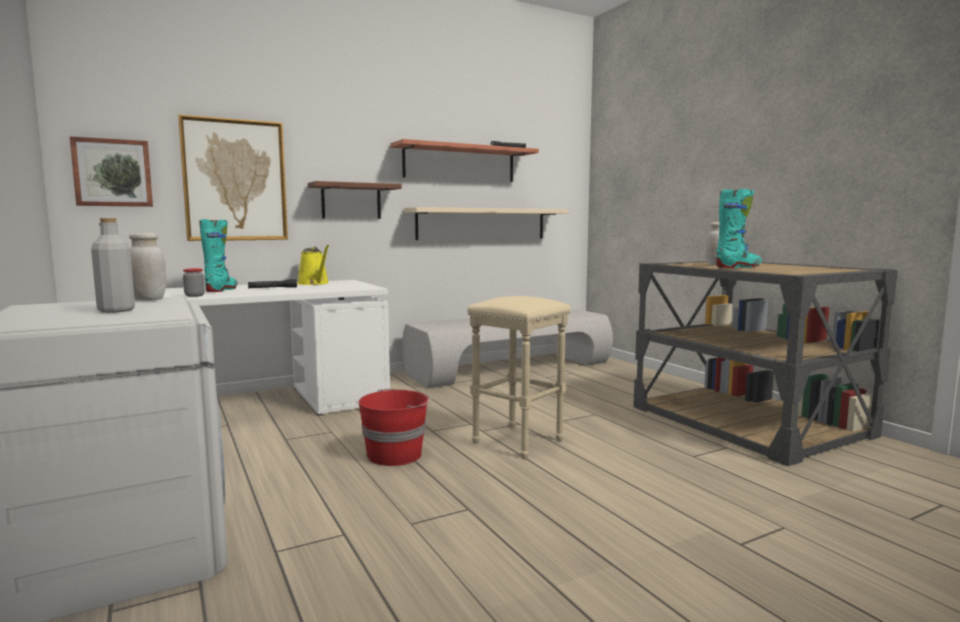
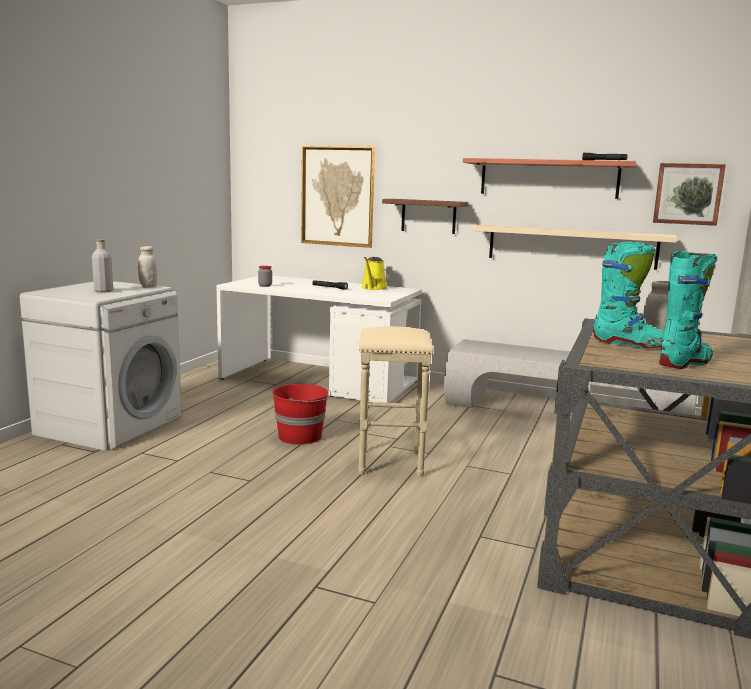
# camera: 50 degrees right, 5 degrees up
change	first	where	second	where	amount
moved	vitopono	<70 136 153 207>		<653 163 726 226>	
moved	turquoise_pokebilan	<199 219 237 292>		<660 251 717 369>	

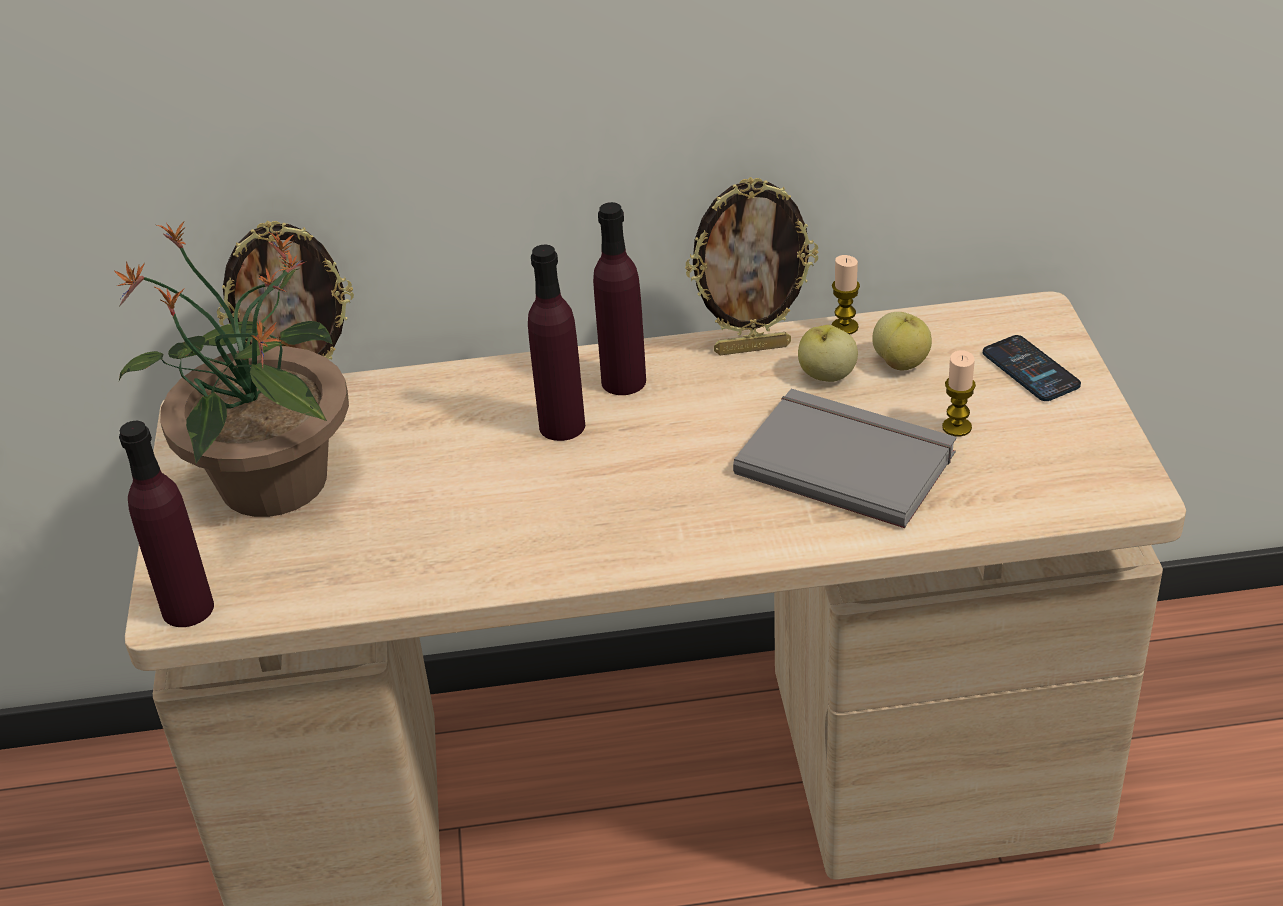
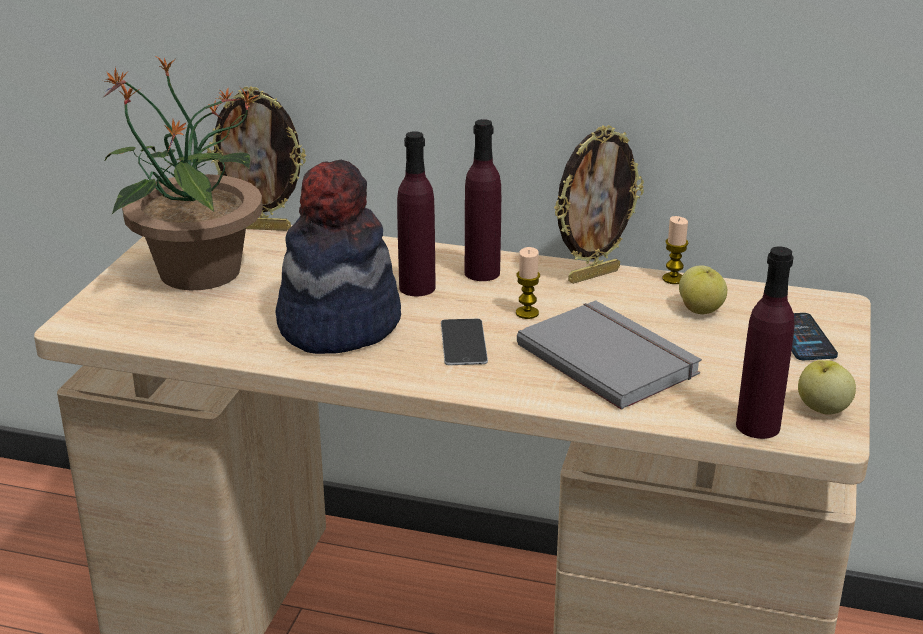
# camera: 20 degrees right, 10 degrees down
change	first	where	second	where	amount
added			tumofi	<275 160 401 354>	
added			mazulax	<441 319 488 365>	
moved	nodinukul	<942 350 976 437>		<516 247 540 319>	
turned	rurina	<685 177 819 355>		<554 125 644 284>	45 degrees counterclockwise
moved	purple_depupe	<119 421 214 627>		<736 246 794 439>	
moved	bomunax	<798 325 858 382>		<798 360 856 415>	

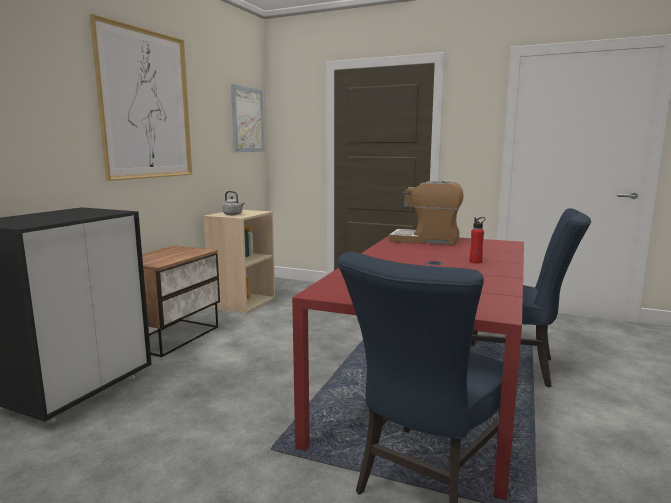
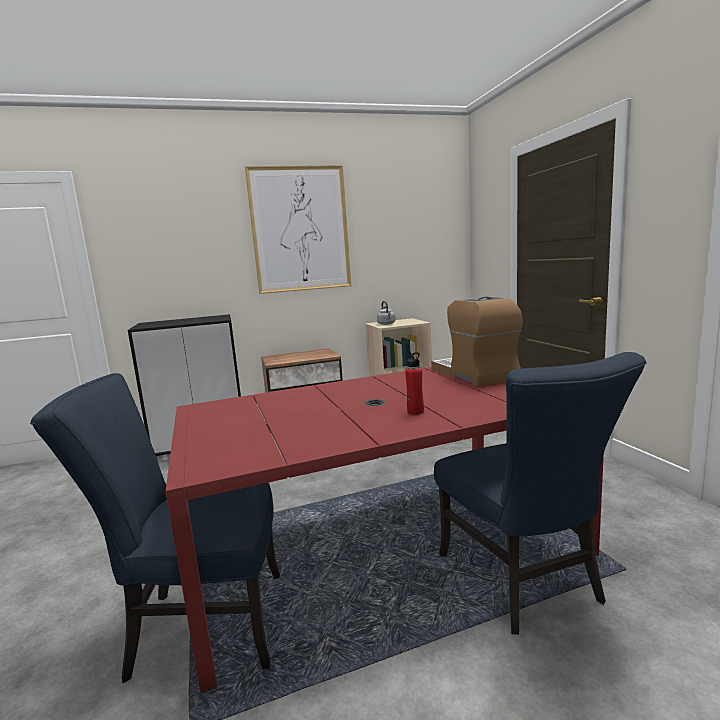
# camera: 50 degrees right, 0 degrees up
change	first	where	second	where	amount
removed	vitopono	<231 84 264 152>			

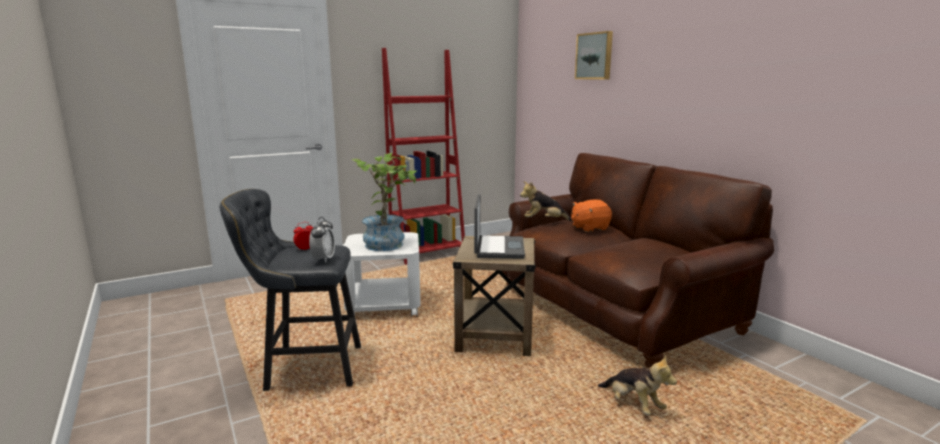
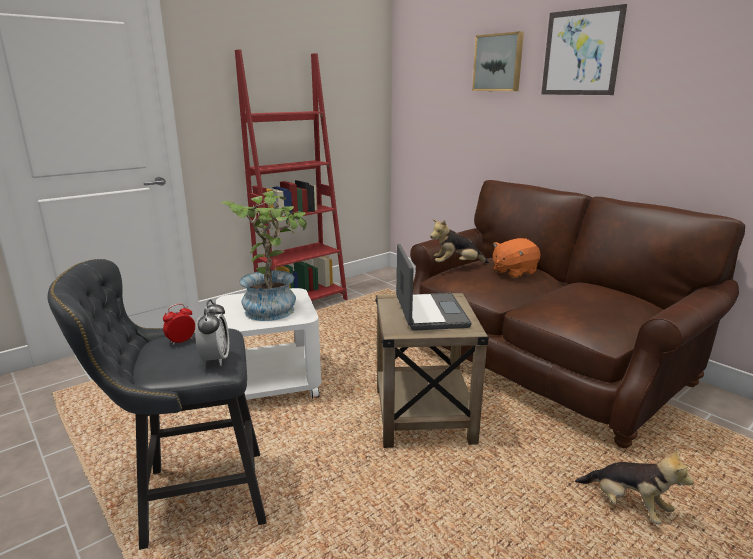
# camera: 10 degrees left, 5 degrees up
change	first	where	second	where	amount
added			vitopono	<541 4 627 95>	

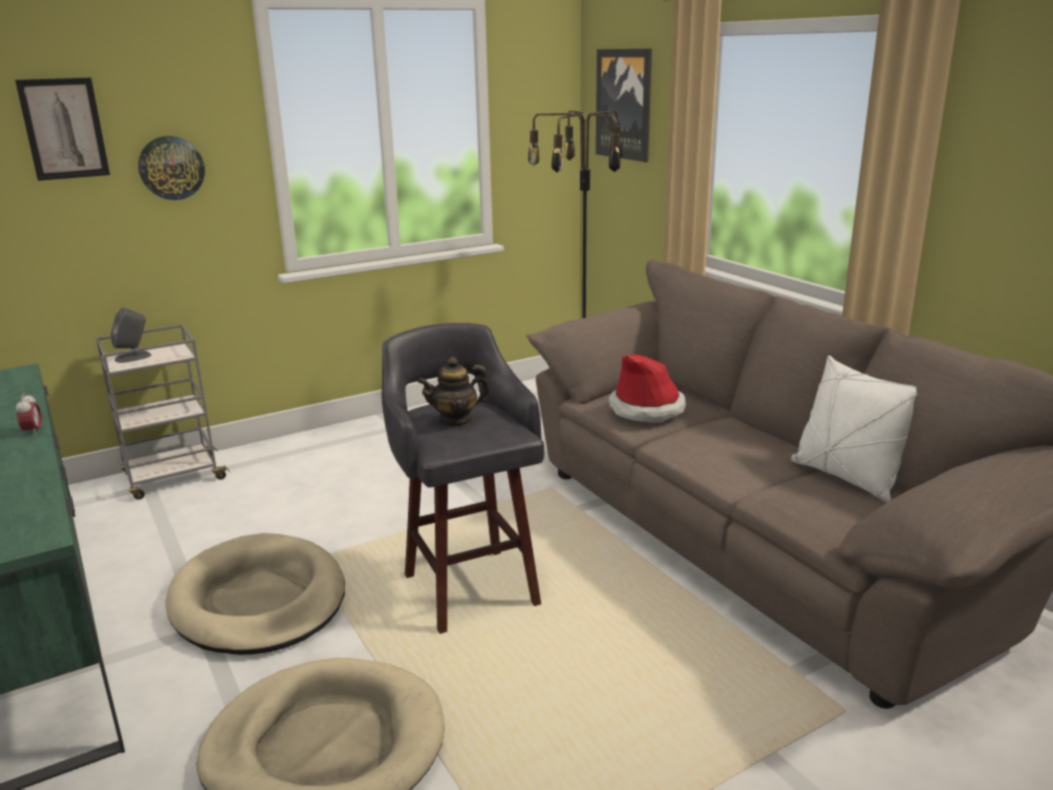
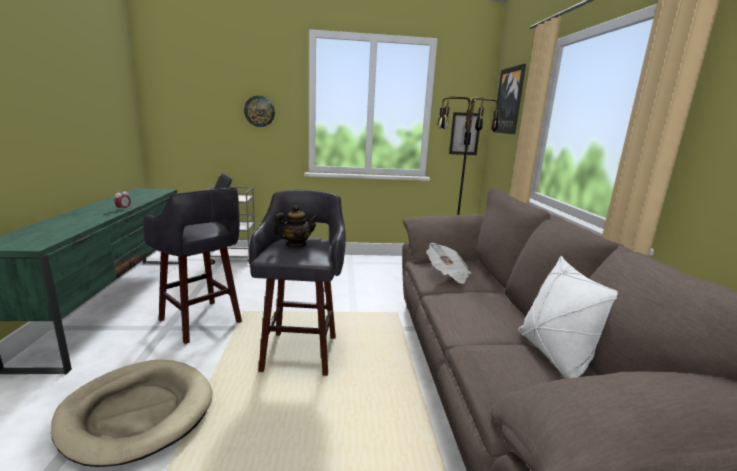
# camera: 25 degrees right, 5 degrees down
change	first	where	second	where	amount
replaced	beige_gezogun	<165 533 345 655>	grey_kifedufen	<143 188 242 344>	
turned	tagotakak	<417 357 491 427>		<273 205 318 247>	150 degrees clockwise
replaced	tumofi	<608 354 686 423>	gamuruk	<426 243 471 284>	
moved	vitopono	<15 78 110 181>		<449 112 480 155>	

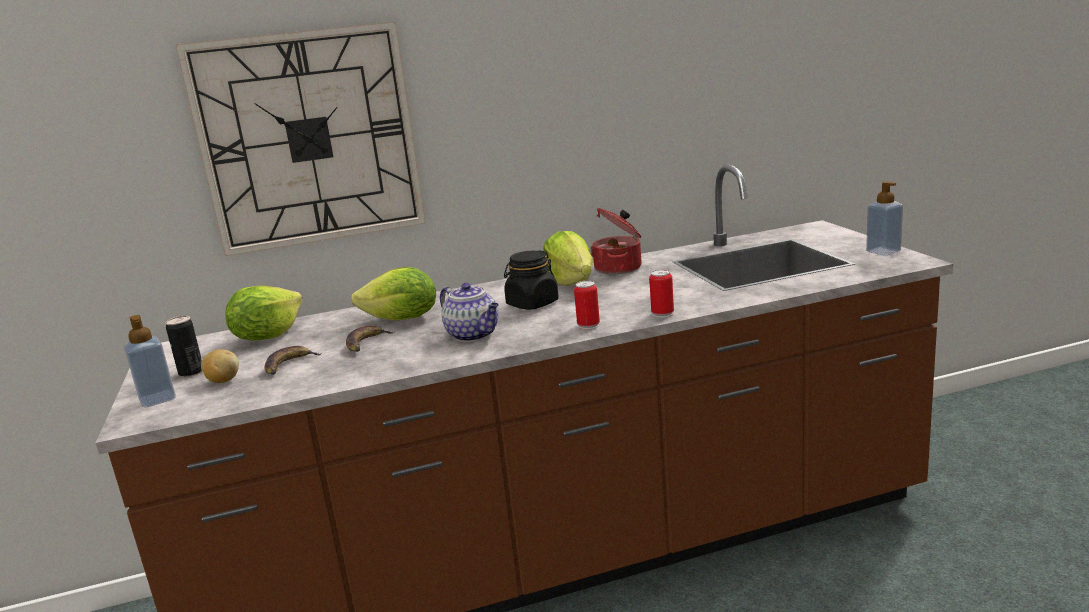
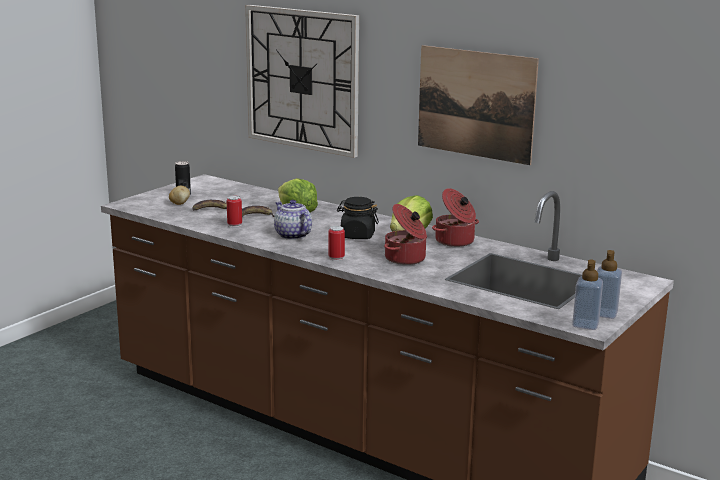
# camera: 50 degrees right, 0 degrees up
change	first	where	second	where	amount
moved	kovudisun	<649 269 674 318>		<227 196 242 227>	
turned	tagotakak	<440 283 499 342>		<274 200 312 240>	135 degrees clockwise
added			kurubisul	<384 204 427 265>	
added			vitopono	<418 45 539 165>	
moved	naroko	<124 315 176 408>		<572 260 603 330>	
removed	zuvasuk	<225 285 303 341>			

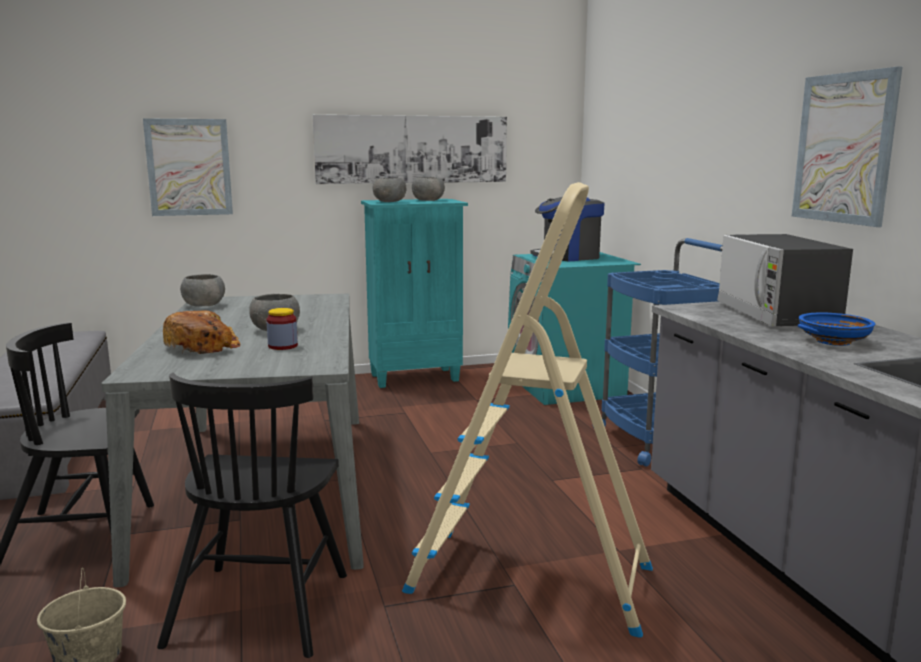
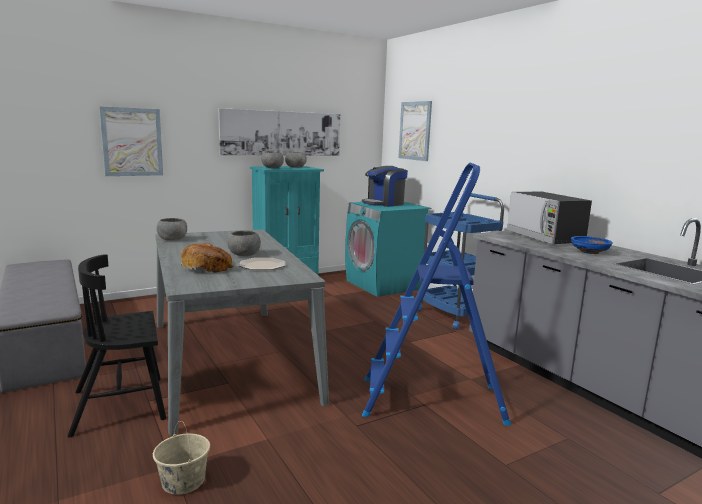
# camera: 15 degrees left, 0 degrees up
change	first	where	second	where	amount
replaced	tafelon	<266 308 298 350>	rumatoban	<239 258 285 270>	
recoloured	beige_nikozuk	<402 182 653 638>	blue_nikozuk	<362 163 511 426>	
moved	vitopono	<792 66 902 227>		<398 101 432 161>	
removed	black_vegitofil	<157 373 347 658>			

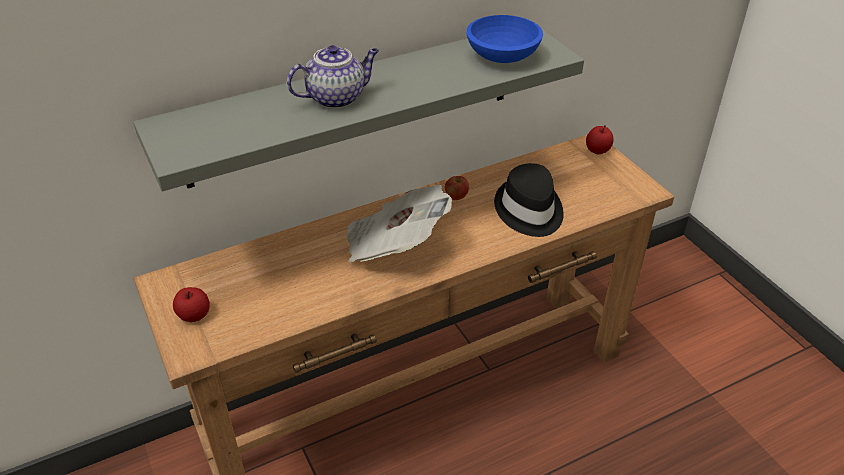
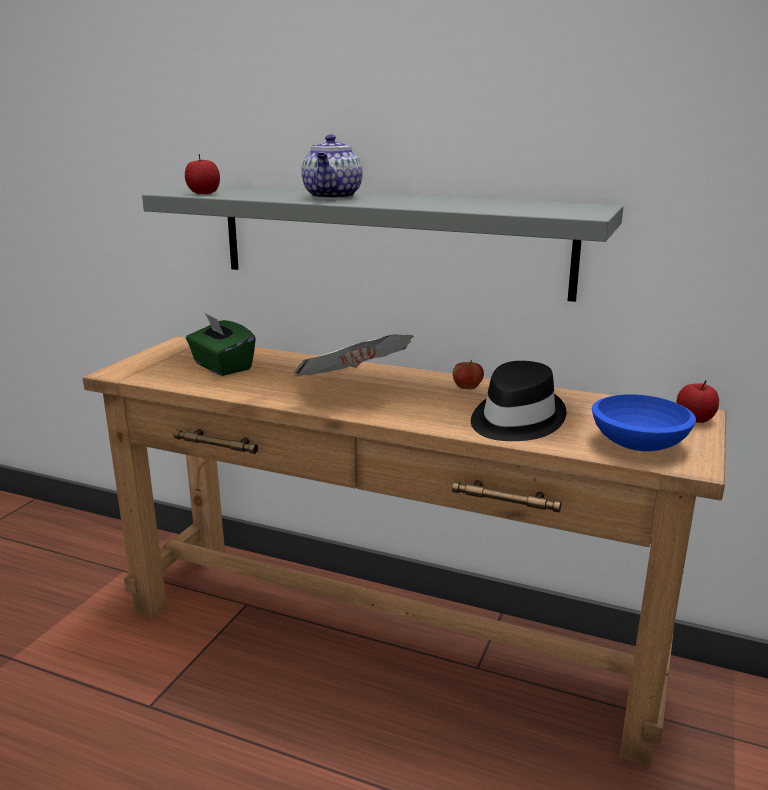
# camera: 50 degrees right, 20 degrees down
change	first	where	second	where	amount
moved	bomunax	<173 287 210 322>		<185 154 220 194>	
added			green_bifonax	<186 313 256 376>	
turned	tagotakak	<287 45 379 109>		<302 134 363 199>	75 degrees clockwise
moved	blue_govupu	<466 15 543 63>		<592 394 696 451>	

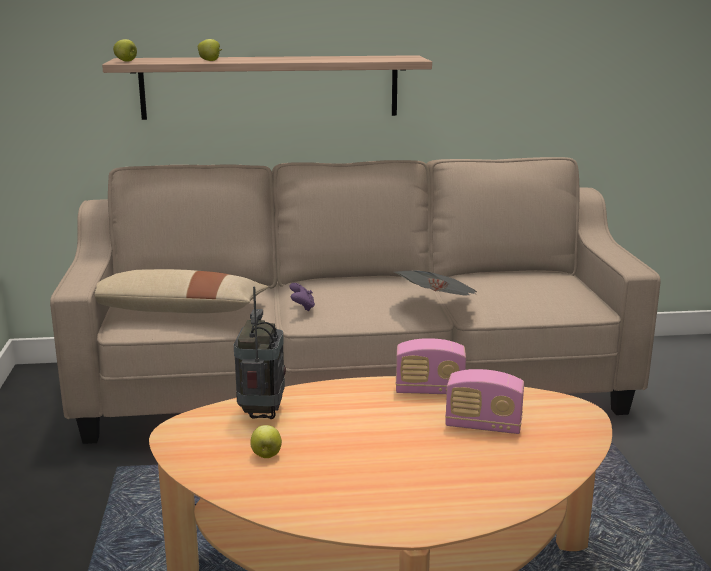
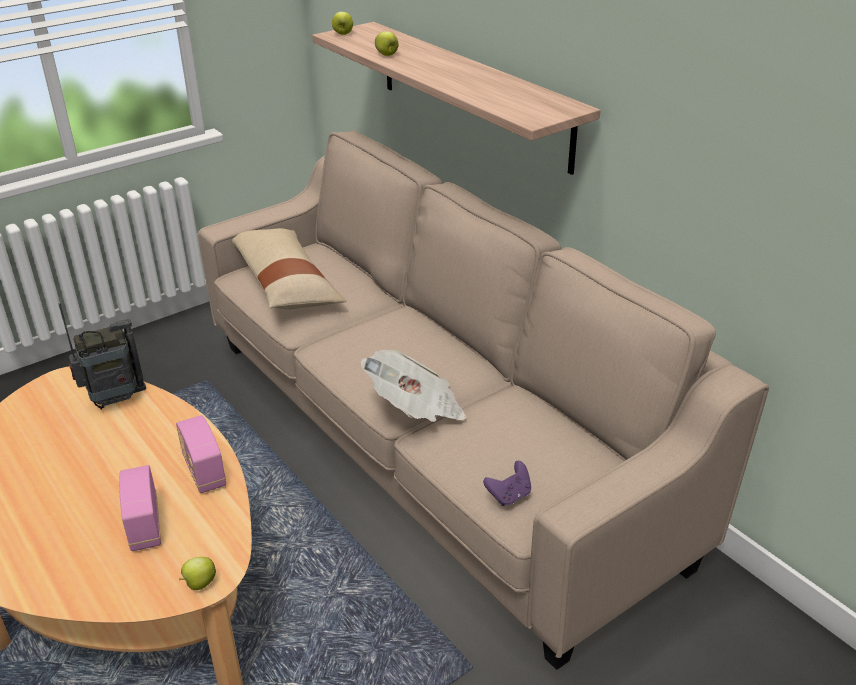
# camera: 60 degrees right, 15 degrees up
change	first	where	second	where	amount
moved	bomunax	<250 425 282 458>		<179 557 216 590>	
moved	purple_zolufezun	<289 283 315 311>		<483 461 531 506>	

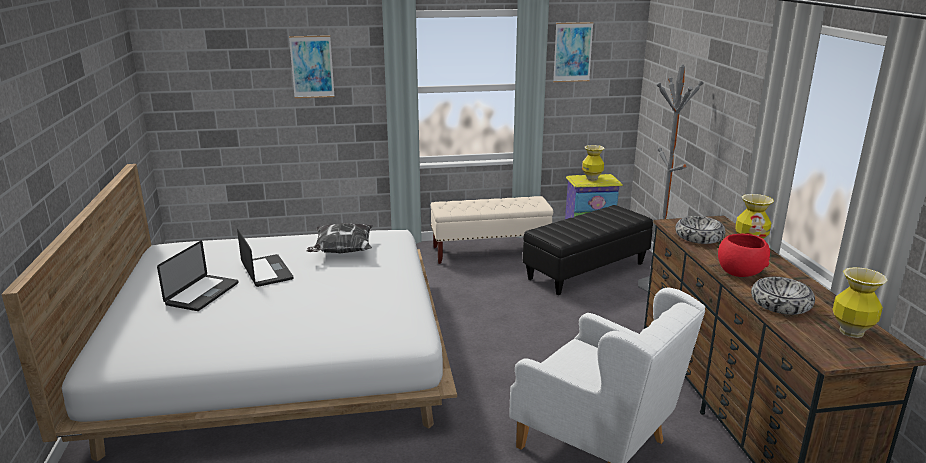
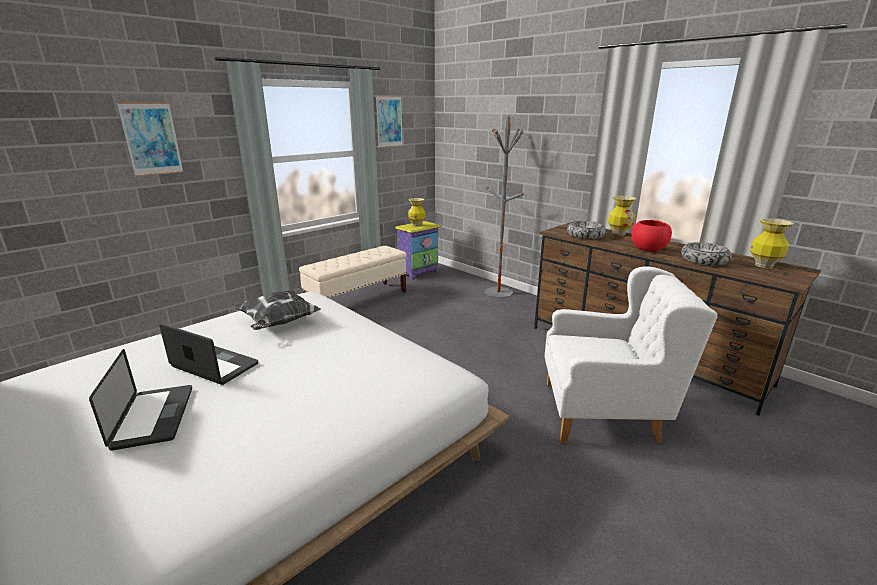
# camera: 35 degrees left, 0 degrees up
change	first	where	second	where	amount
removed	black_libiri	<523 205 653 295>			

